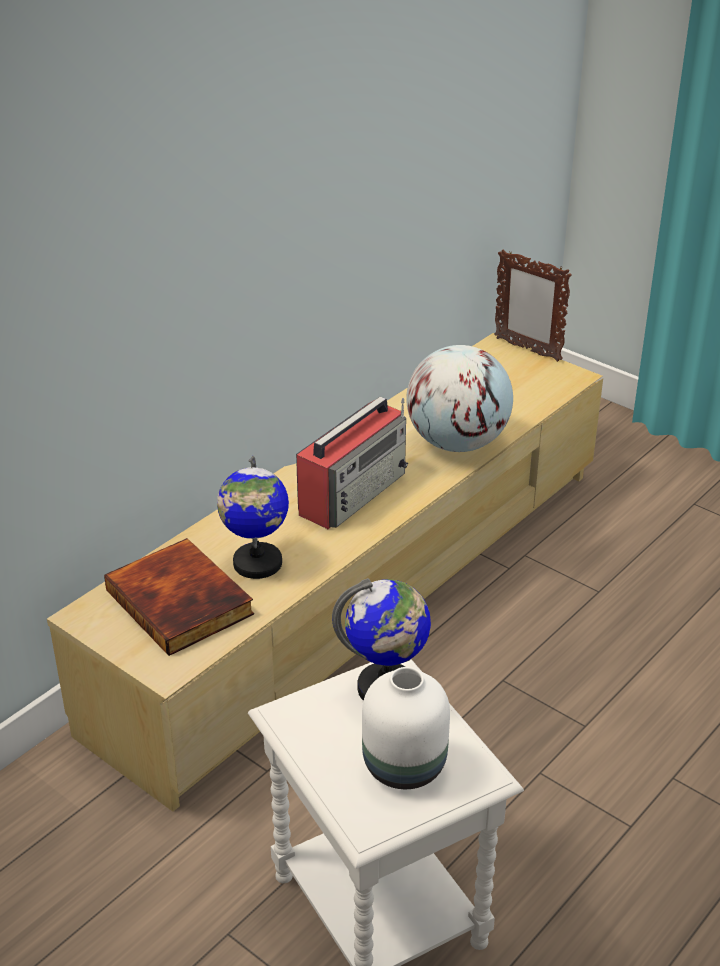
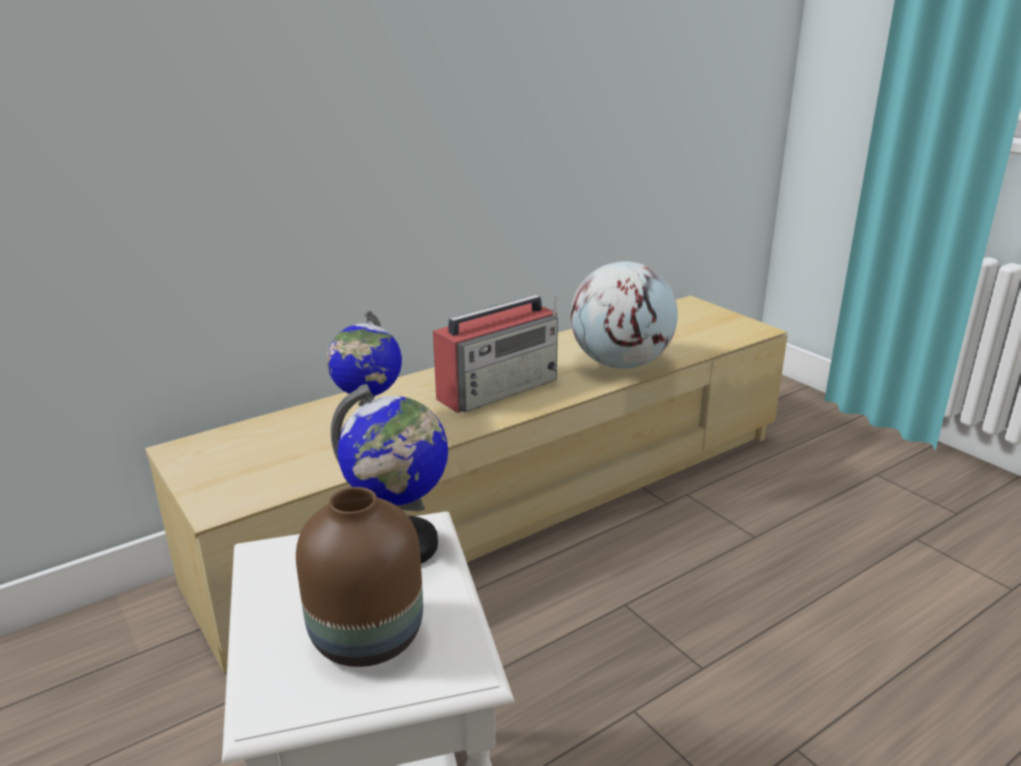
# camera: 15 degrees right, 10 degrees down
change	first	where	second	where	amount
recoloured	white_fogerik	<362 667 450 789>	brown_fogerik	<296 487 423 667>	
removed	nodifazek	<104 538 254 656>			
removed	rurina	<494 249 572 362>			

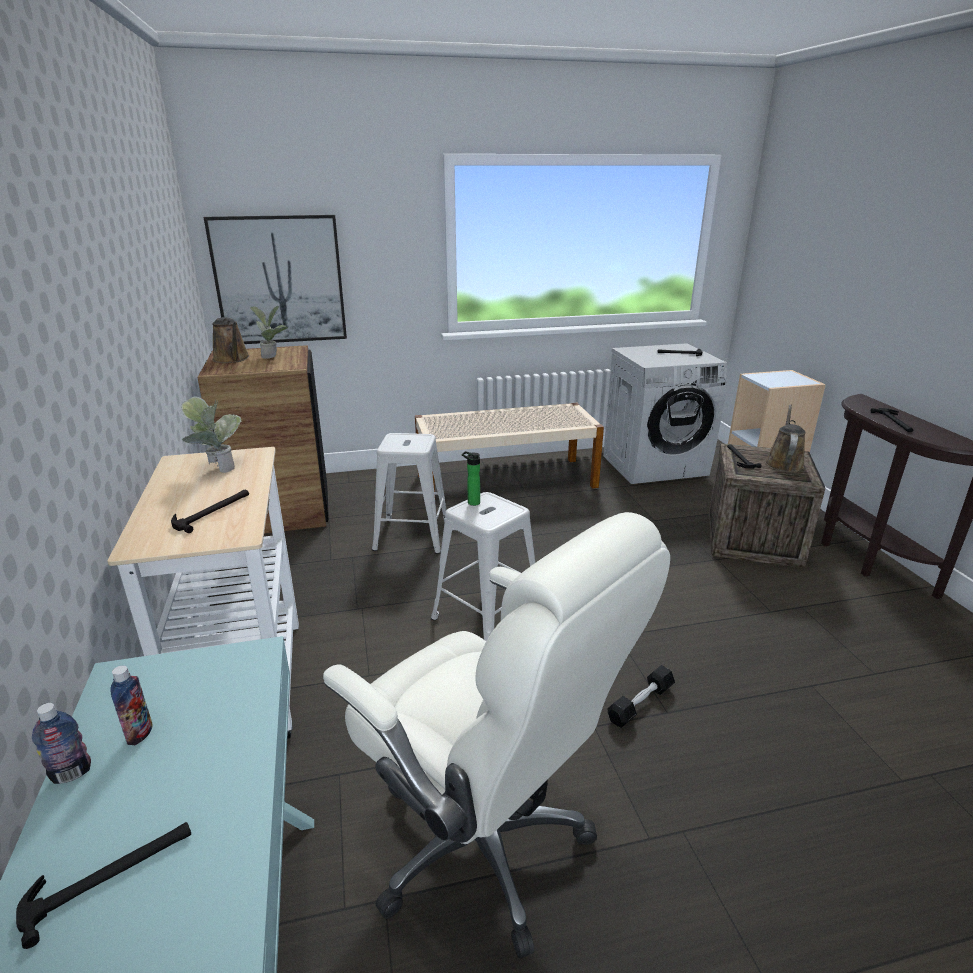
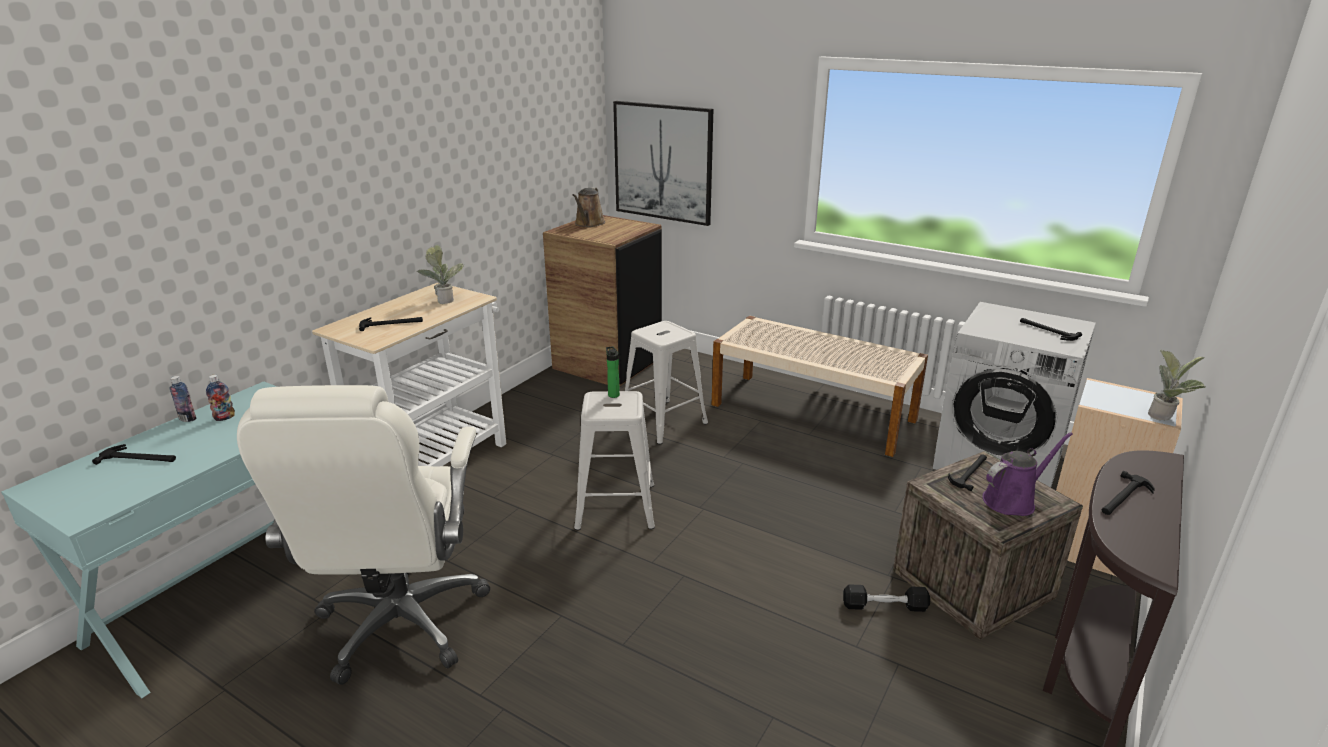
# camera: 45 degrees right, 0 degrees up
change	first	where	second	where	amount
moved	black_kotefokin	<608 665 675 728>		<843 584 930 612>	
recoloured	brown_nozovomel	<765 404 805 472>	purple_nozovomel	<982 432 1073 516>	
moved	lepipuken	<250 306 288 359>		<1148 349 1205 420>	

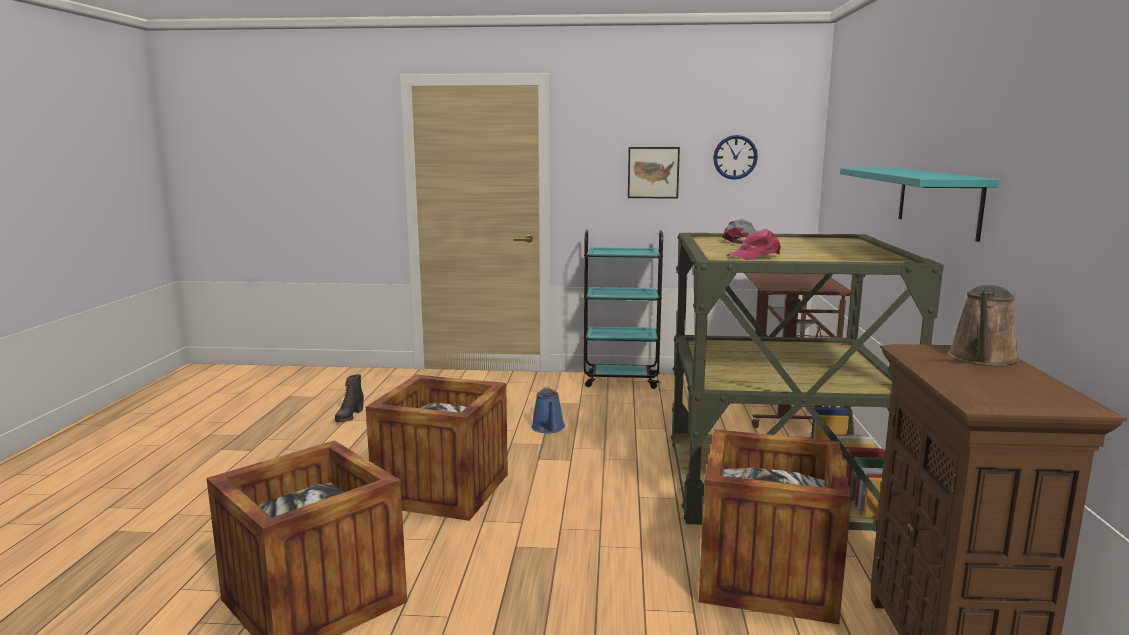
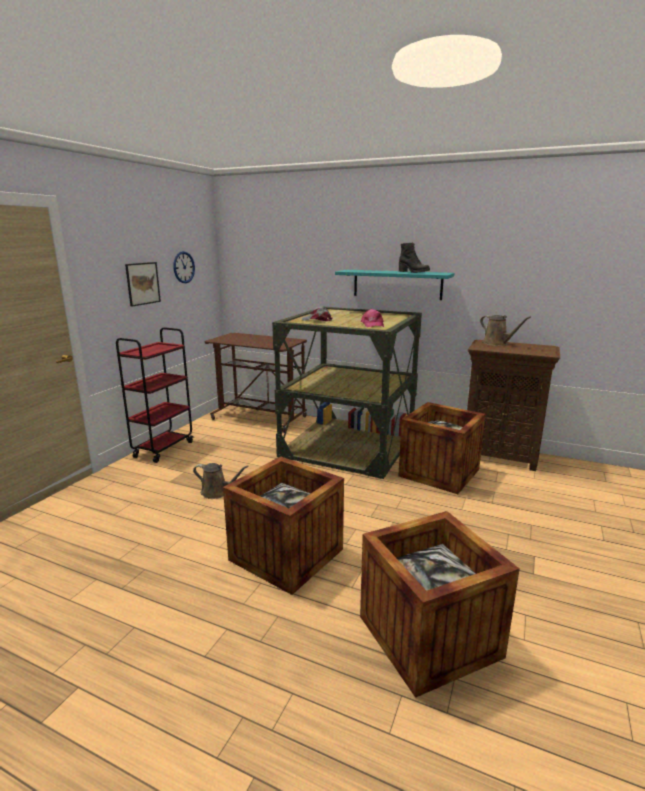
# camera: 70 degrees left, 5 degrees up
change	first	where	second	where	amount
recoloured	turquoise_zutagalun	<584 230 663 389>	red_zutagalun	<116 328 194 463>	
recoloured	blue_nozovomel	<531 387 565 433>	brown_nozovomel	<193 463 249 499>	
moved	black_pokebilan	<335 374 364 422>		<399 243 430 273>	

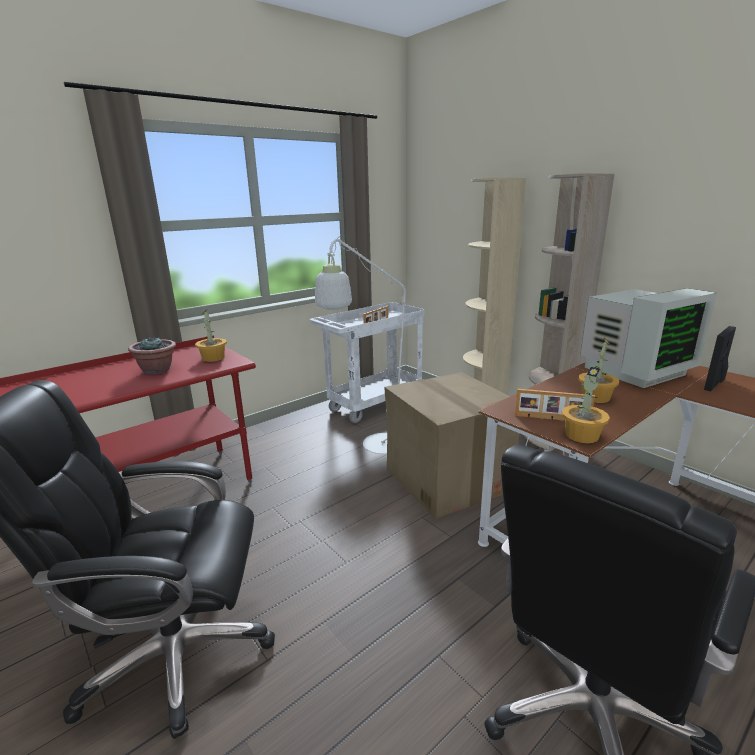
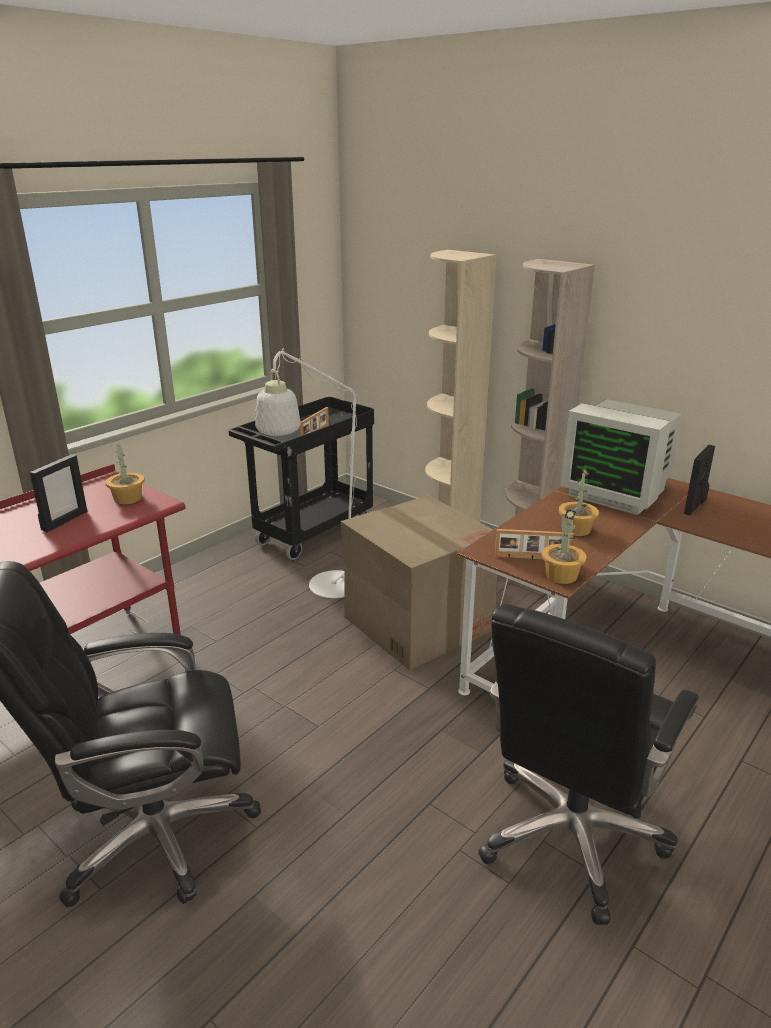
# camera: 10 degrees left, 5 degrees up
change	first	where	second	where	amount
replaced	lepipuken	<128 336 176 374>	rurina	<30 454 87 532>	
recoloured	white_zutagalun	<310 302 424 423>	black_zutagalun	<228 397 374 560>	
turned	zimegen	<580 288 717 388>		<561 399 682 515>	75 degrees clockwise

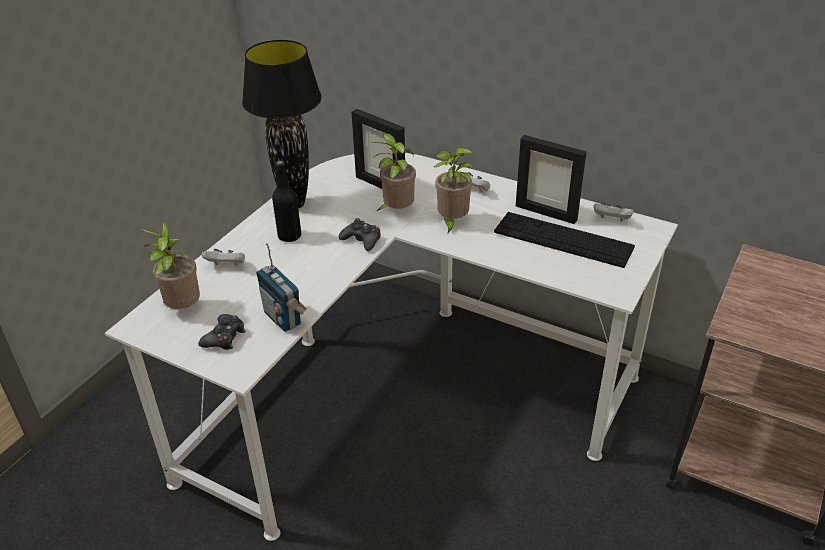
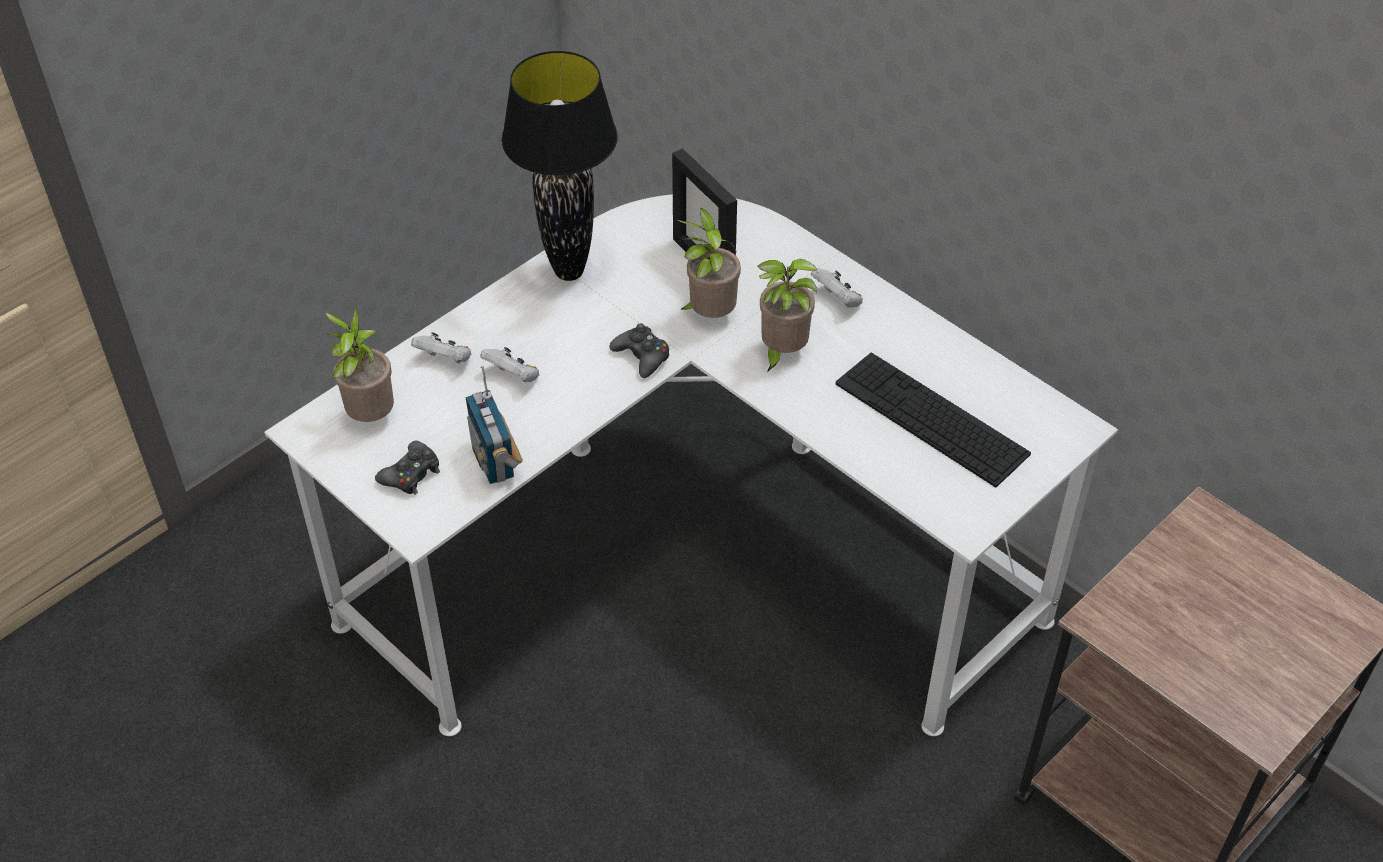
# camera: 15 degrees right, 10 degrees up
change	first	where	second	where	amount
moved	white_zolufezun	<593 203 633 222>		<480 347 539 383>	
removed	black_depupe	<272 160 301 242>			
removed	rurina	<516 135 587 224>			

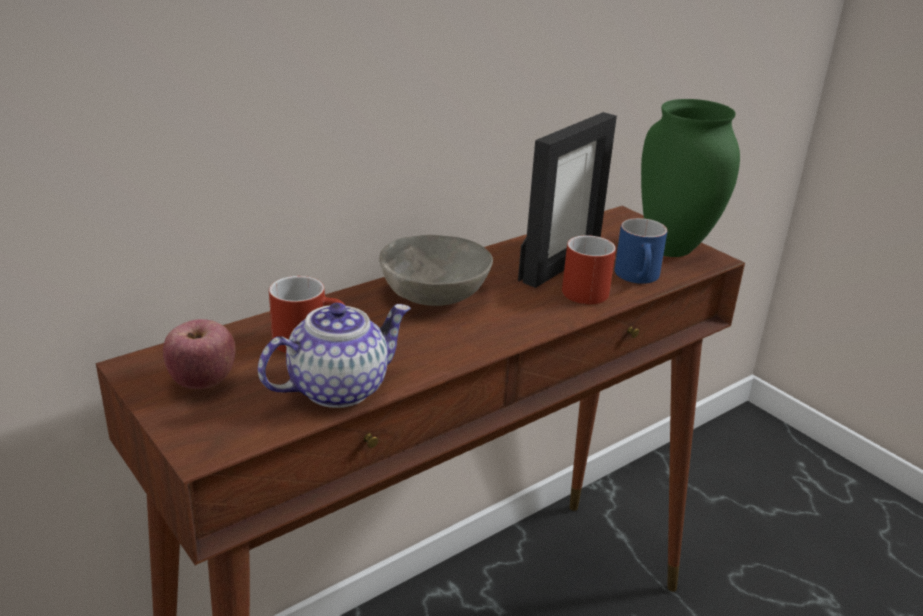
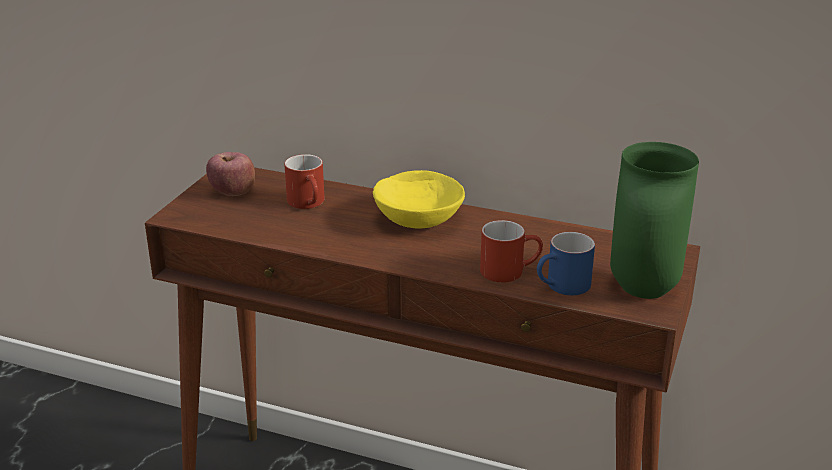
# camera: 60 degrees right, 0 degrees up
change	first	where	second	where	amount
recoloured	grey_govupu	<379 235 493 306>	yellow_govupu	<373 170 465 228>	
removed	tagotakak	<258 303 411 408>			
removed	rurina	<518 112 617 288>			

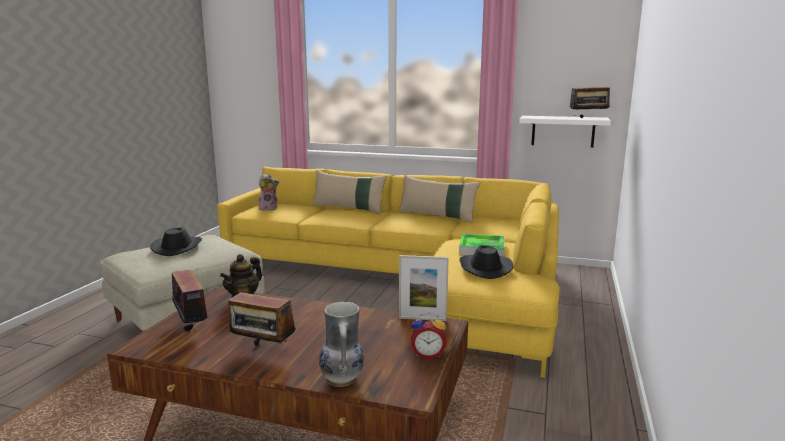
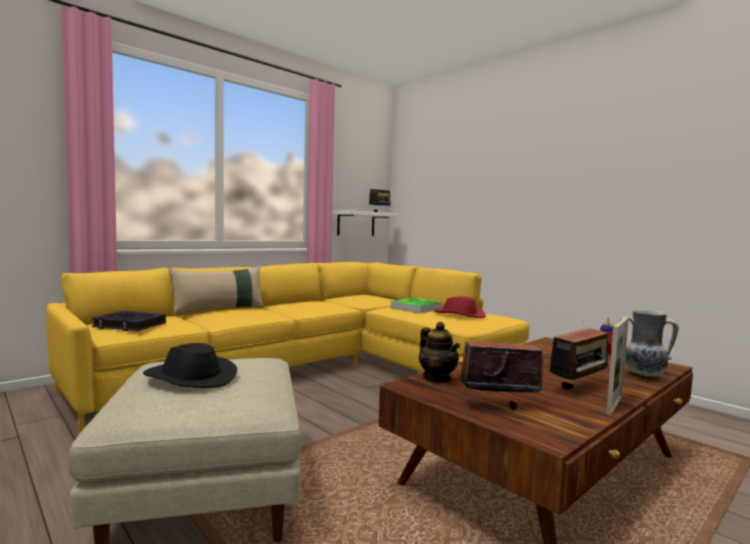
# camera: 60 degrees left, 10 degrees down
change	first	where	second	where	amount
replaced	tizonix	<258 174 279 211>	nodifazek	<92 311 166 331>	
recoloured	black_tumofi	<460 245 513 279>	red_tumofi	<434 296 486 318>	
moved	rurina	<399 255 449 321>		<606 318 629 416>	
removed	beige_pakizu	<398 175 480 223>			

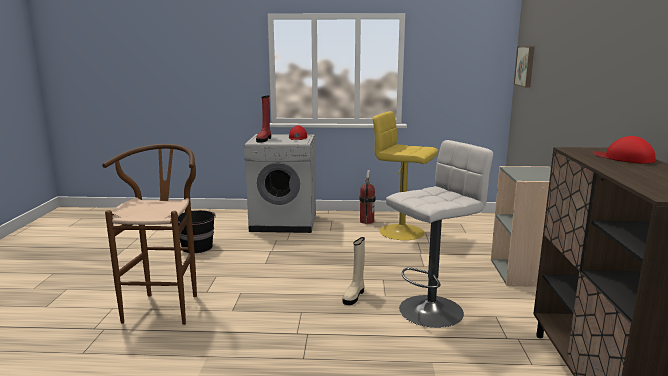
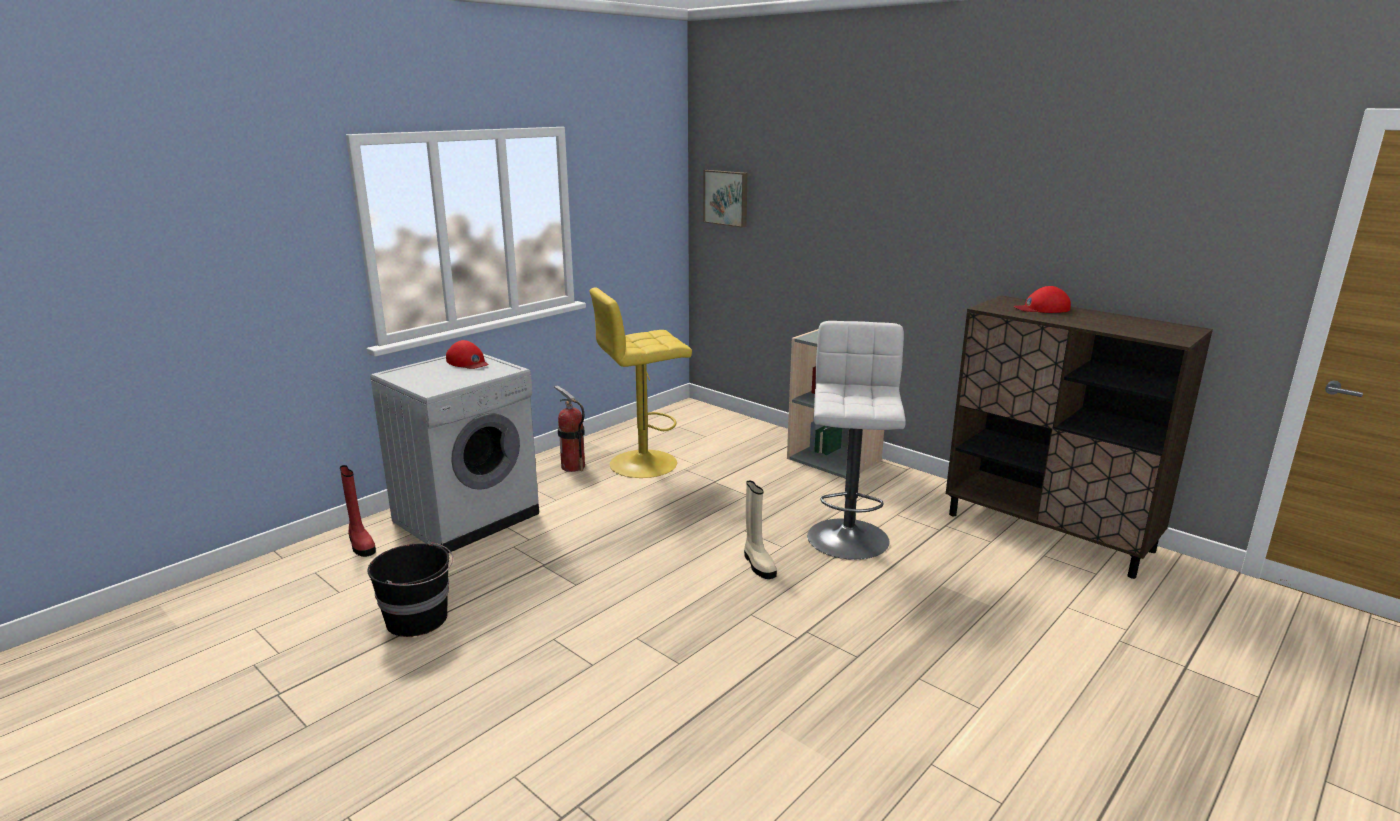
# camera: 50 degrees left, 5 degrees up
change	first	where	second	where	amount
moved	red_pokebilan	<256 95 271 142>		<340 465 376 557>	
removed	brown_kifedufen	<102 144 197 325>			

